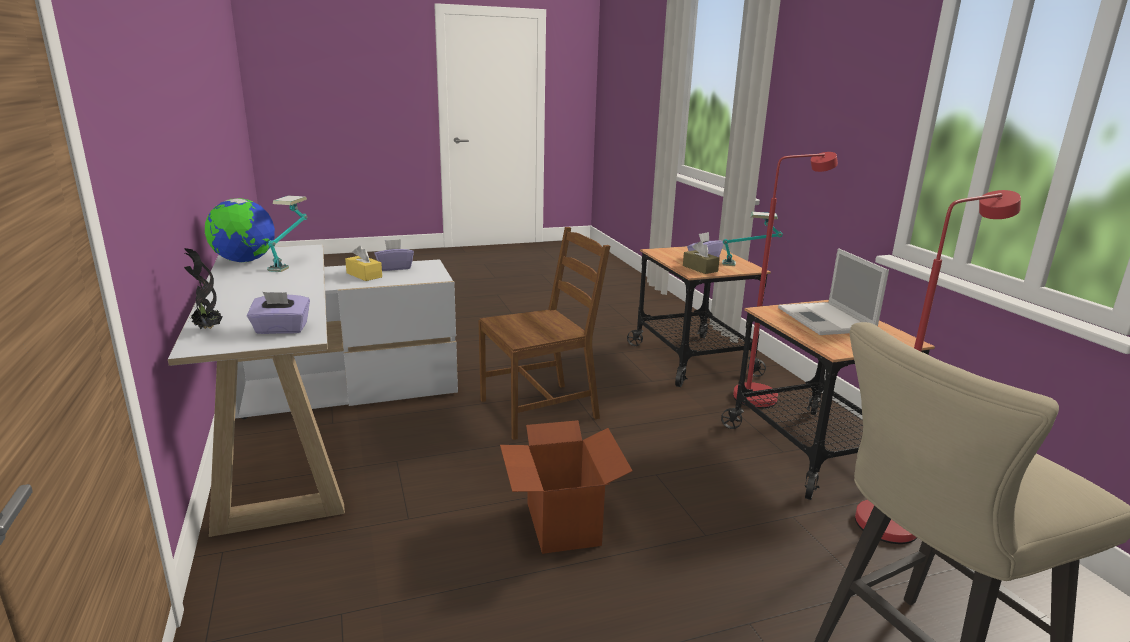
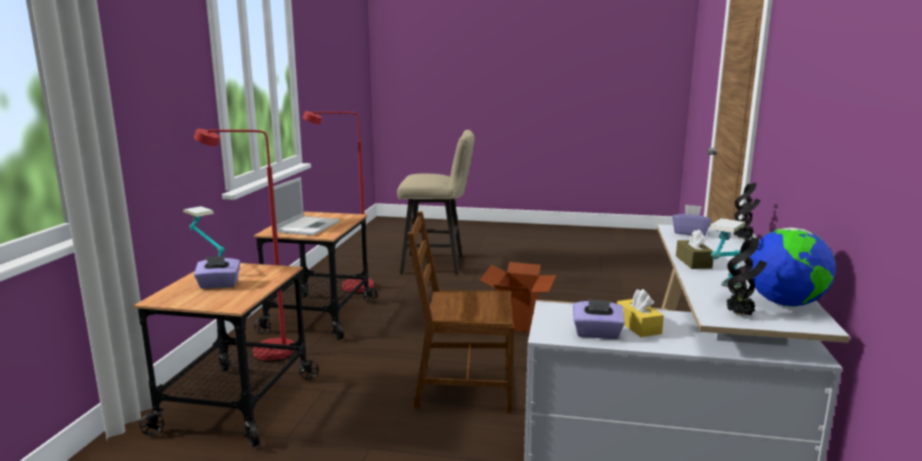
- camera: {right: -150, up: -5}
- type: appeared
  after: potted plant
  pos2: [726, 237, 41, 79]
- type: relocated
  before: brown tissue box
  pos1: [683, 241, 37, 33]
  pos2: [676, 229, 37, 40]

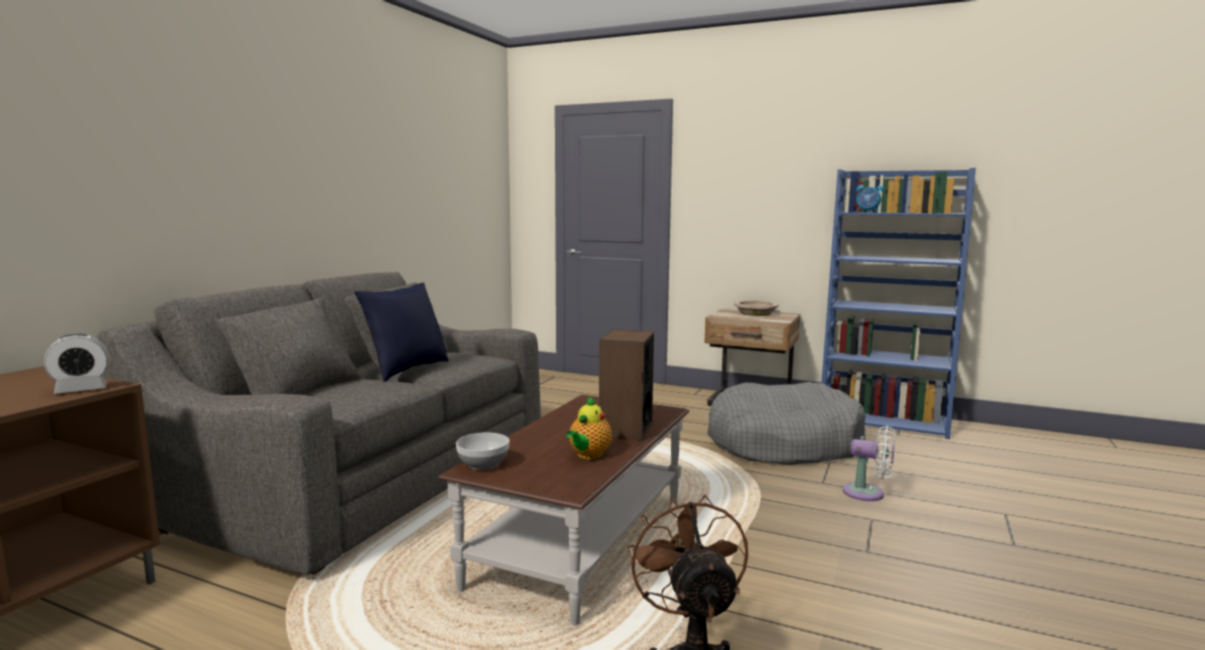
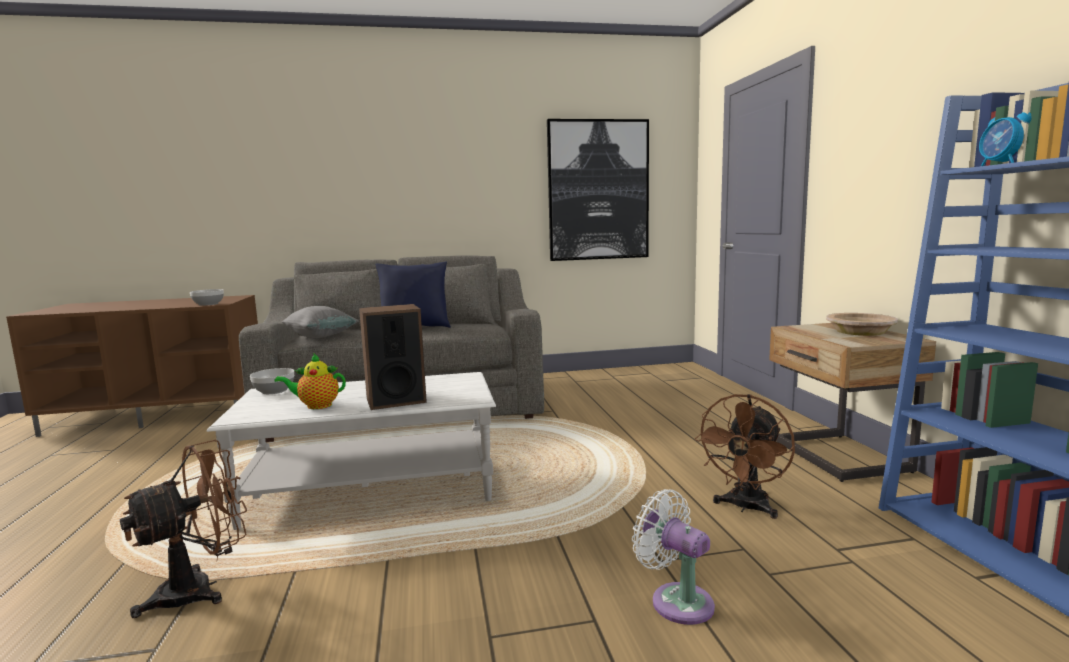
- camera: {right: 55, up: 0}
- type: appeared
  after: grey pillow
  pos2: [282, 306, 77, 32]
- type: appeared
  after: picture
  pos2: [547, 119, 102, 142]
- type: exchanged
  before: alarm clock
  after: bowl
  pos1: [44, 334, 65, 60]
  pos2: [190, 289, 34, 17]
- type: exchanged
  before: grey dog bed
  after: brown fan
  pos1: [707, 382, 159, 83]
  pos2: [694, 394, 101, 125]
- type: colour
  before: brown coffee table
  after: white coffee table
  pos1: [438, 395, 251, 230]
  pos2: [207, 372, 289, 158]
- type: spun
  before: white fan
  pos1: [843, 426, 52, 75]
  pos2: [632, 489, 83, 136]
  turn: 150

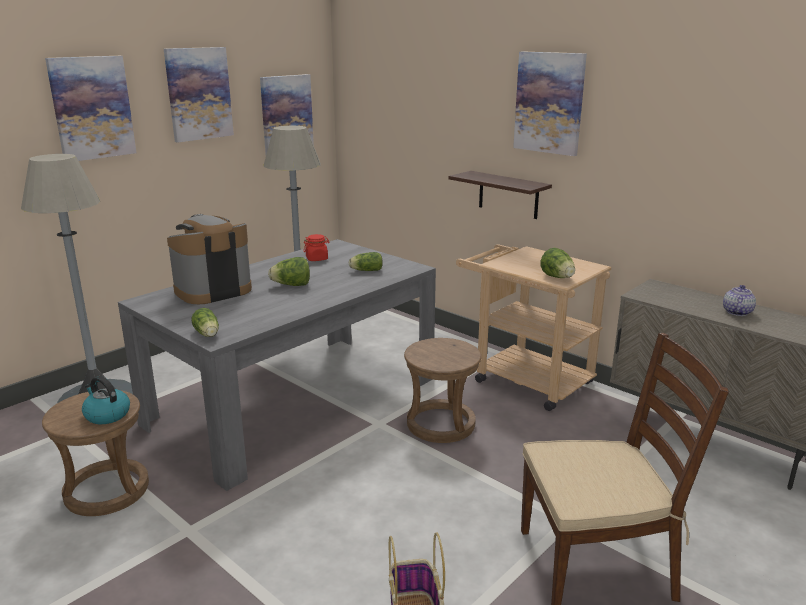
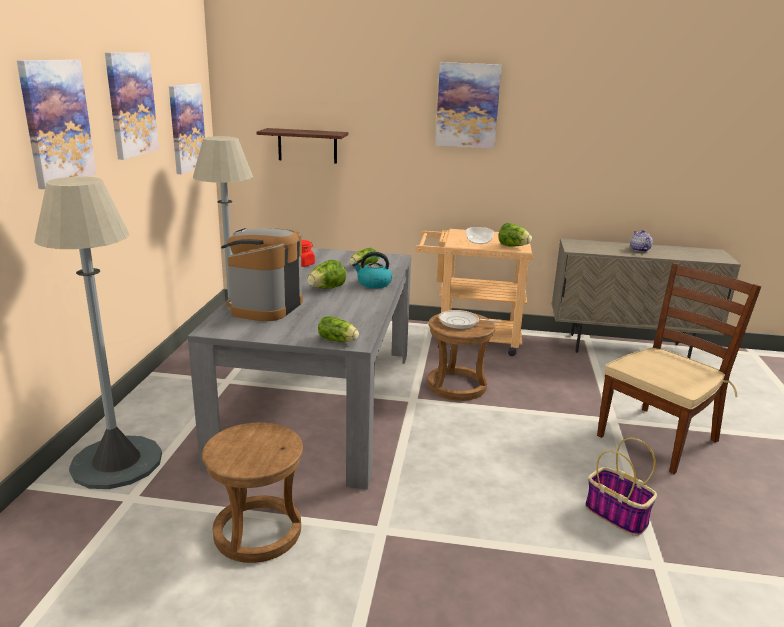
- camera: {right: -35, up: 0}
- type: appeared
  after: frying pan
  pos2: [438, 310, 62, 19]
- type: appeared
  after: bowl
  pos2: [466, 227, 28, 17]
- type: relocated
  before: kettle
  pos1: [82, 376, 48, 48]
  pos2: [352, 252, 40, 36]
- type: relocated
  before: shelf
  pos1: [448, 171, 104, 48]
  pos2: [256, 128, 92, 36]

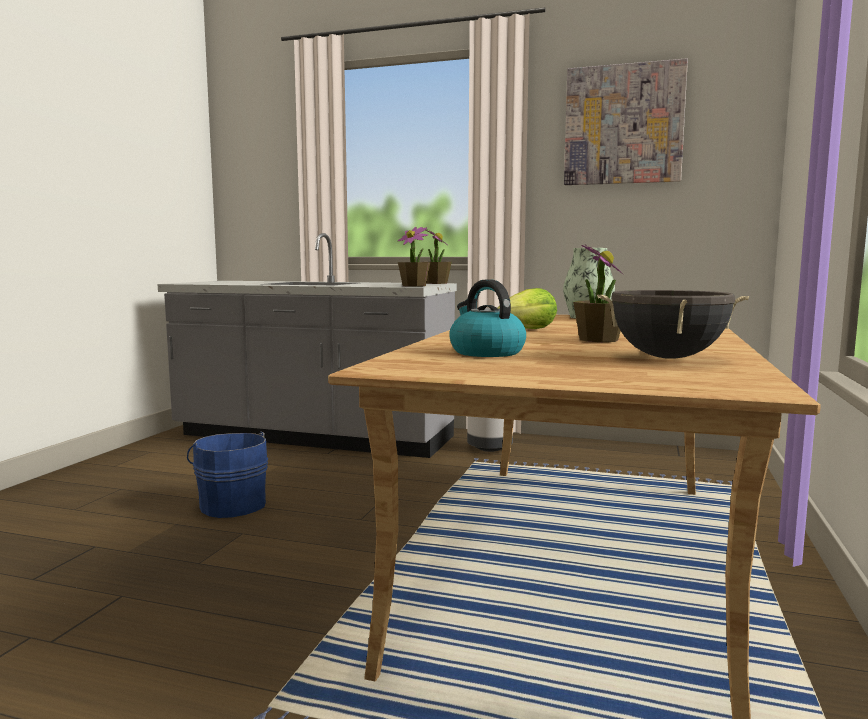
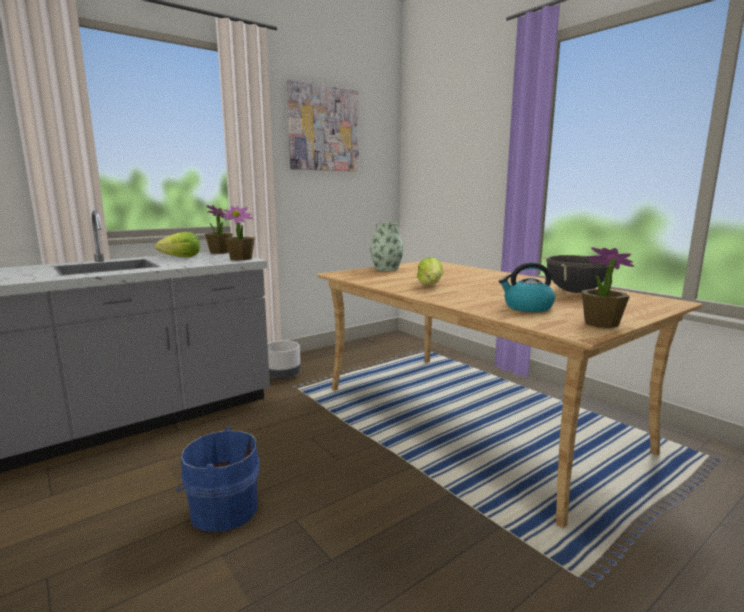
- camera: {right: -55, up: 5}
- type: appeared
  after: lettuce
  pos2: [155, 232, 45, 25]
- type: relocated
  before: potted plant
  pos1: [573, 245, 51, 97]
  pos2: [582, 247, 52, 81]

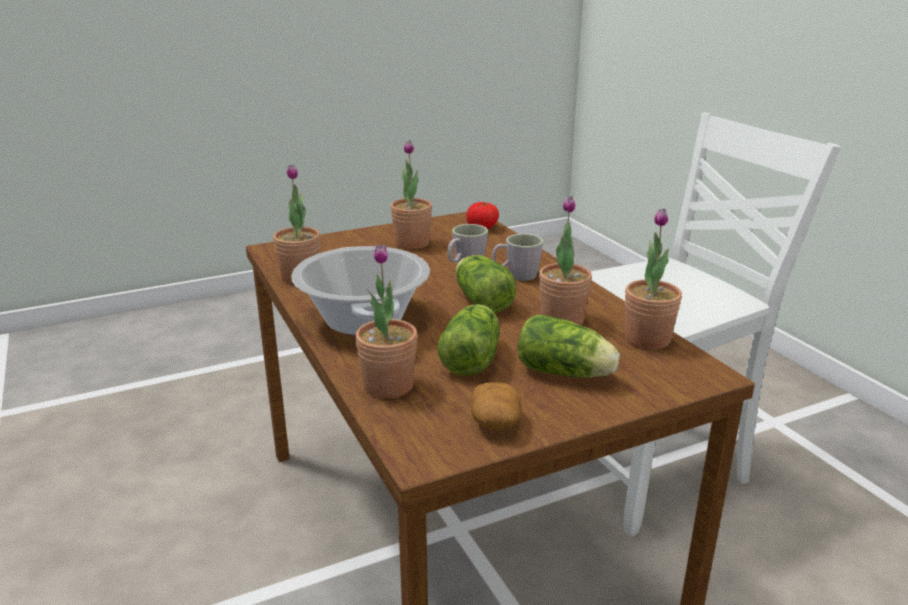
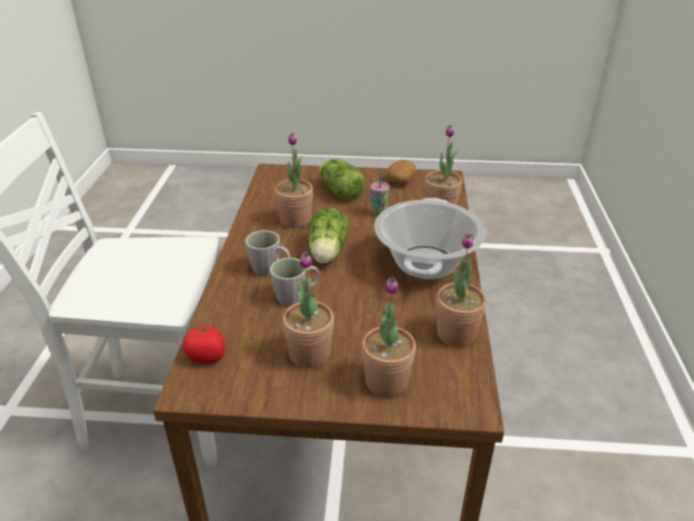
- camera: {right: -150, up: 10}
- type: relocated
  before: potted plant
  pos1: [625, 208, 57, 142]
  pos2: [362, 276, 54, 121]
- type: exchanged
  before: lettuce
  after: cup
  pos1: [437, 304, 63, 72]
  pos2: [371, 172, 19, 44]

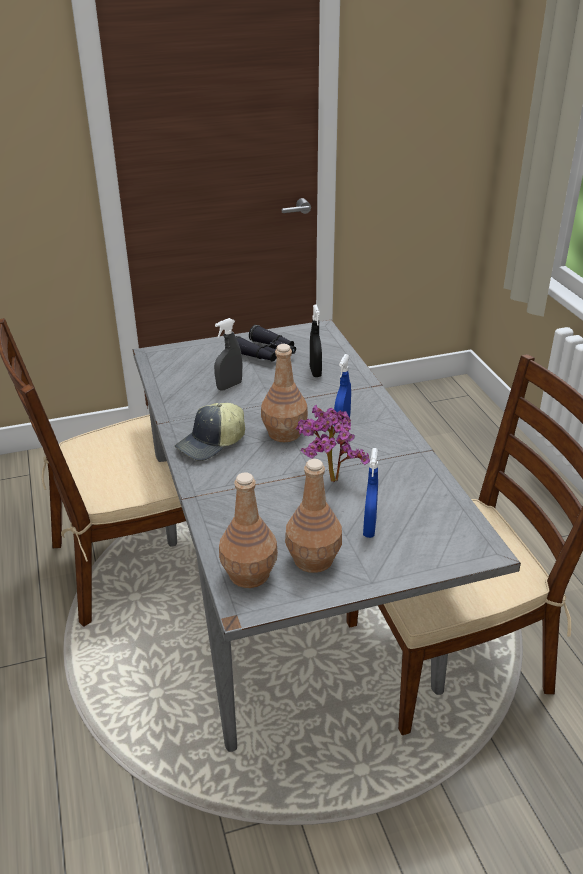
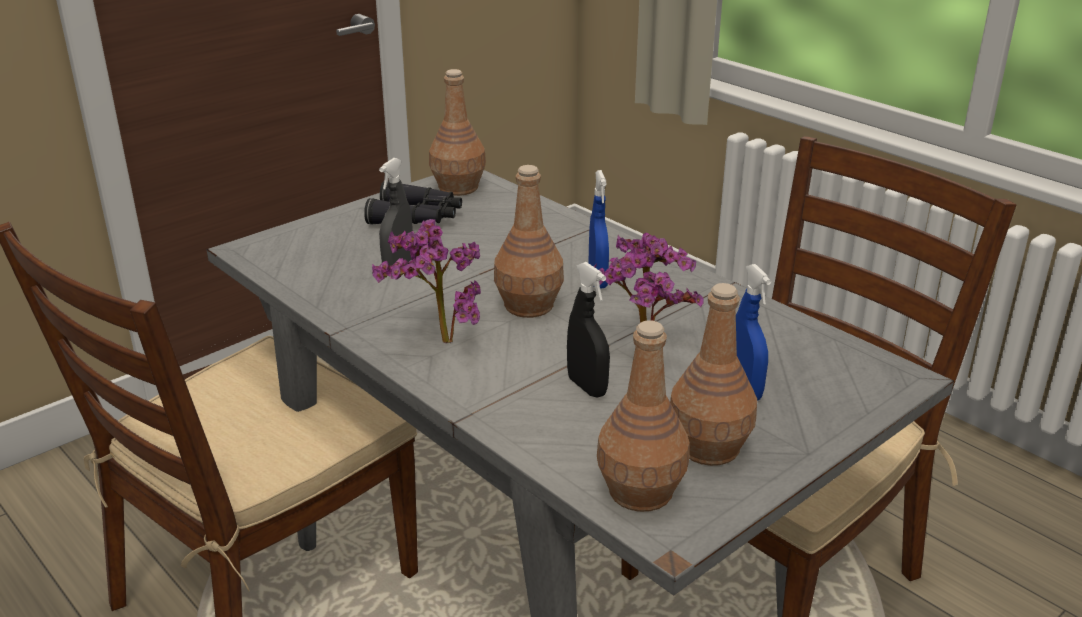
- camera: {right: -25, up: -5}
- type: appeared
  after: brown bottle
  pos2: [429, 69, 57, 127]
- type: relocated
  before: black spray bottle
  pos1: [310, 304, 12, 73]
  pos2: [567, 262, 43, 136]
- type: exchanged
  before: cap
  after: potted plant
  pos1: [175, 403, 70, 58]
  pos2: [372, 219, 109, 125]

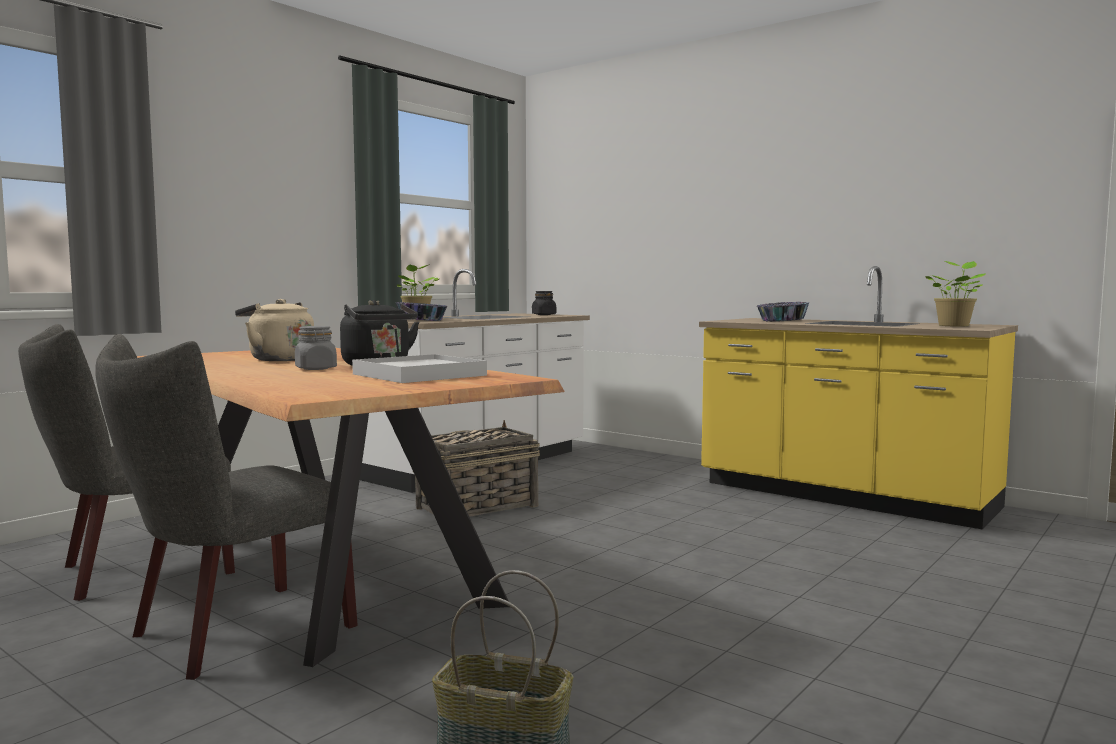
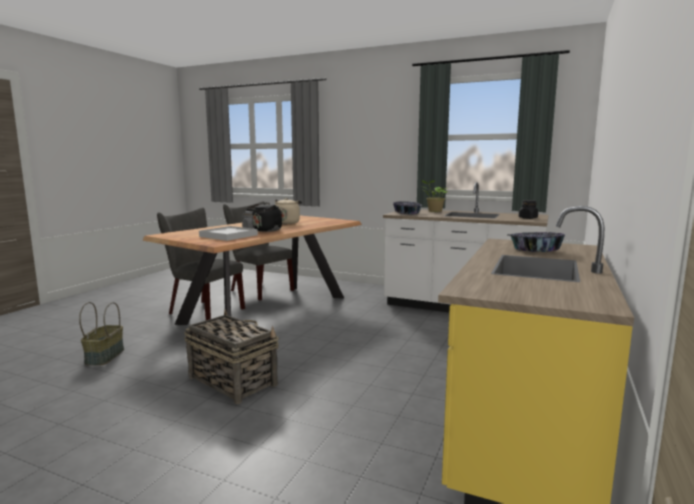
- camera: {right: 75, up: 5}
- type: missing
  before: potted plant
  pos1: [926, 261, 60, 66]
- type: relocated
  before: basket
  pos1: [415, 420, 125, 97]
  pos2: [184, 309, 95, 95]

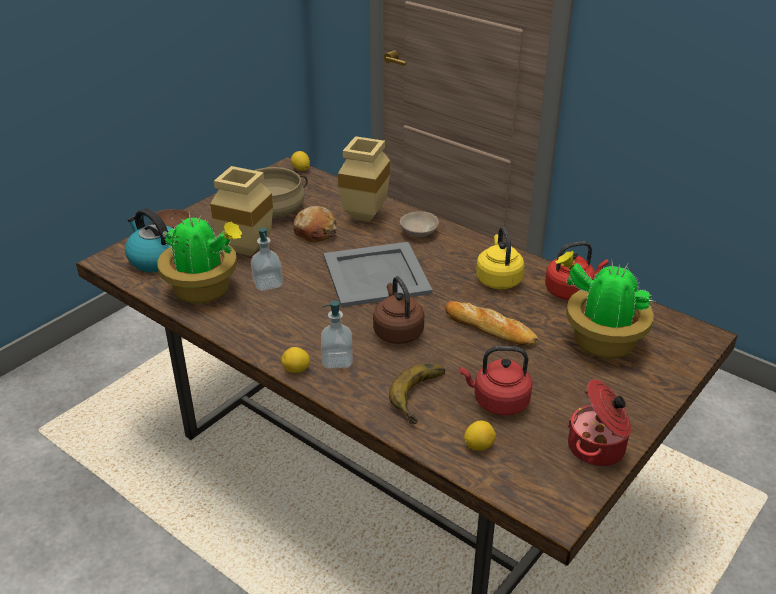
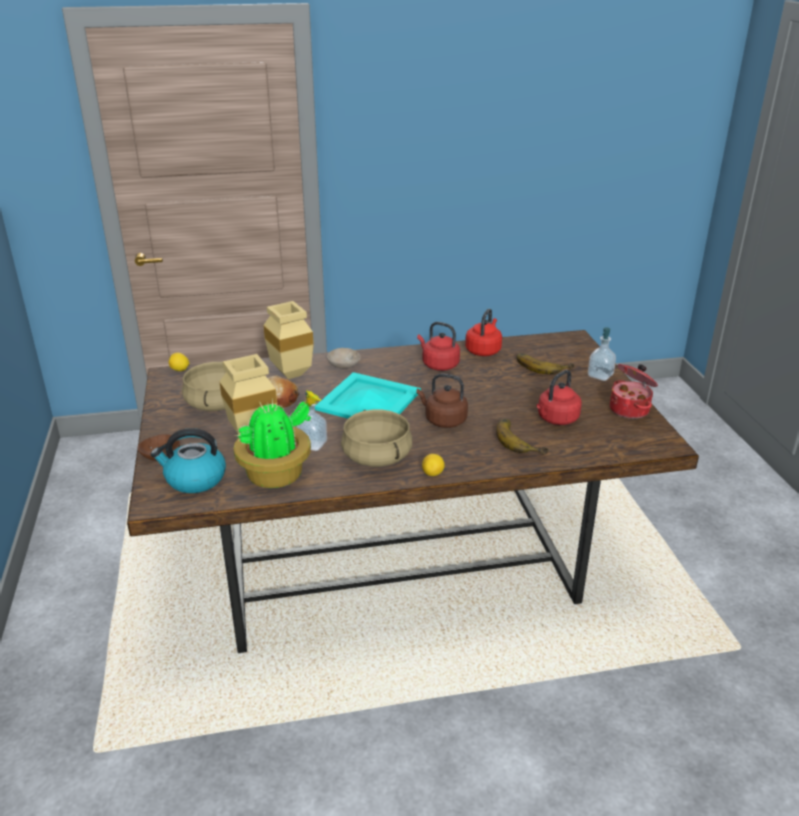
- camera: {right: -50, up: -5}
- type: missing
  before: bread
  pos1: [445, 301, 93, 44]
- type: missing
  before: lemon
  pos1: [464, 420, 32, 31]
- type: appeared
  after: beige cooking pot
  pos2: [341, 410, 71, 57]
- type: relocated
  before: soap dispenser
  pos1: [321, 300, 32, 69]
  pos2: [588, 327, 28, 54]
- type: exchanged
  before: potted plant
  after: banana
  pos1: [555, 251, 99, 107]
  pos2: [516, 353, 58, 21]
- type: colour
  before: grey tray
  after: turquoise tray
  pos1: [324, 242, 109, 65]
  pos2: [315, 372, 106, 47]
- type: colour
  before: yellow kettle
  after: red kettle
  pos1: [476, 227, 48, 62]
  pos2: [417, 322, 43, 49]

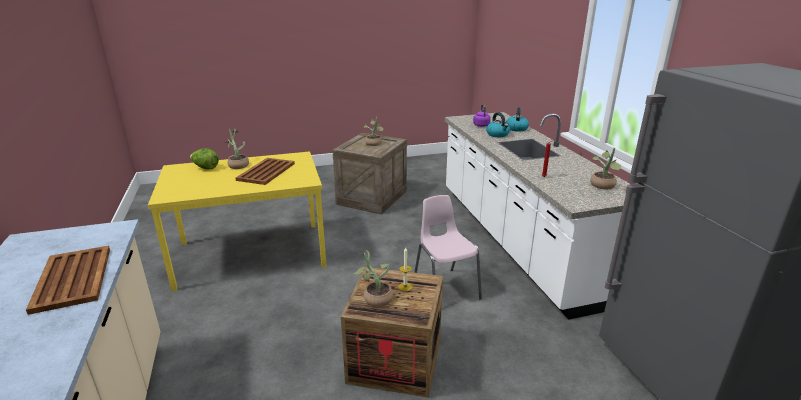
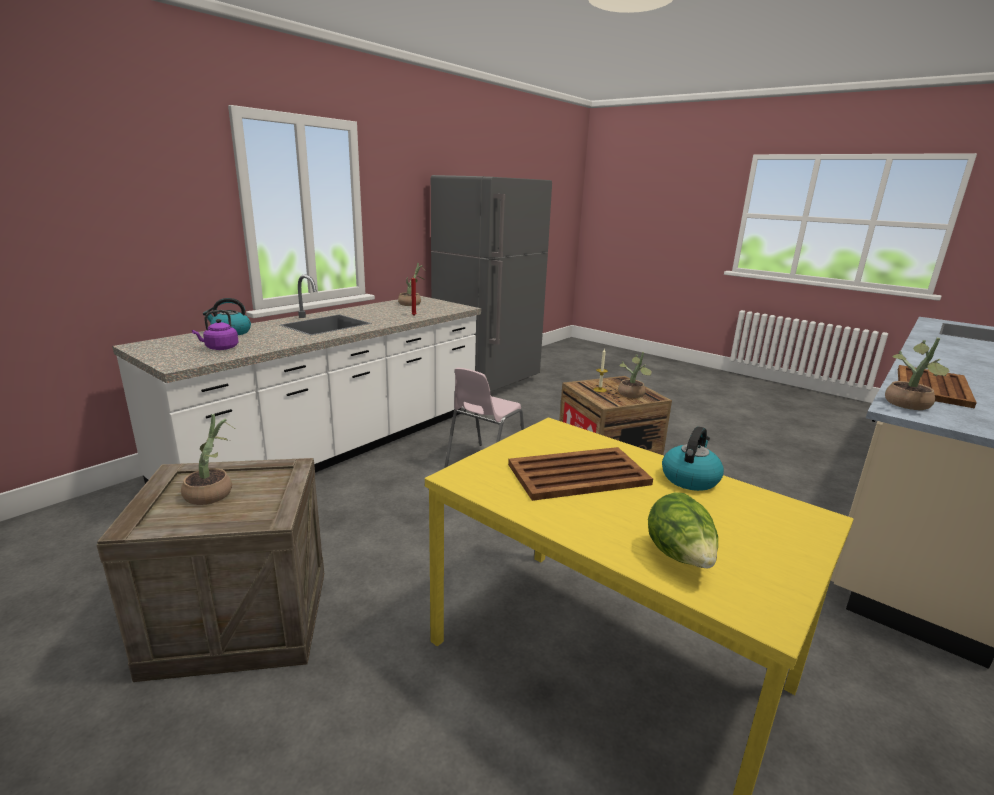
- camera: {right: -125, up: -5}
- type: relocated
  before: potted plant
  pos1: [225, 129, 24, 40]
  pos2: [885, 338, 64, 72]
- type: relocated
  before: kettle
  pos1: [486, 112, 24, 25]
  pos2: [662, 426, 62, 65]

